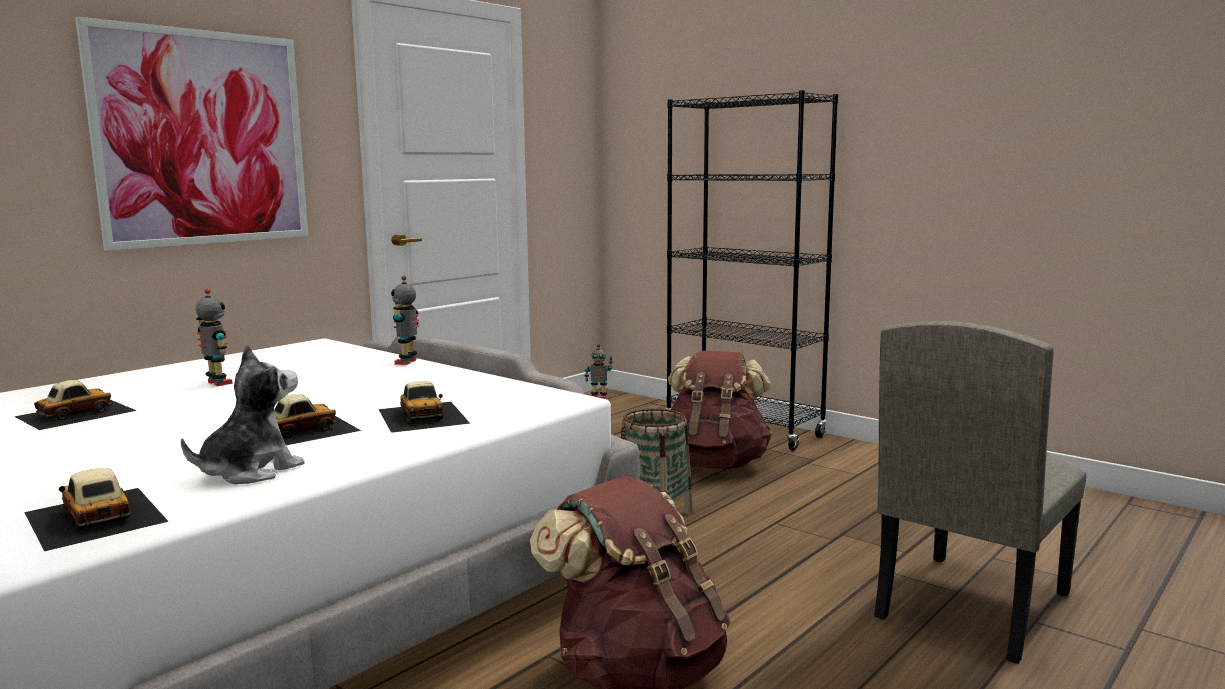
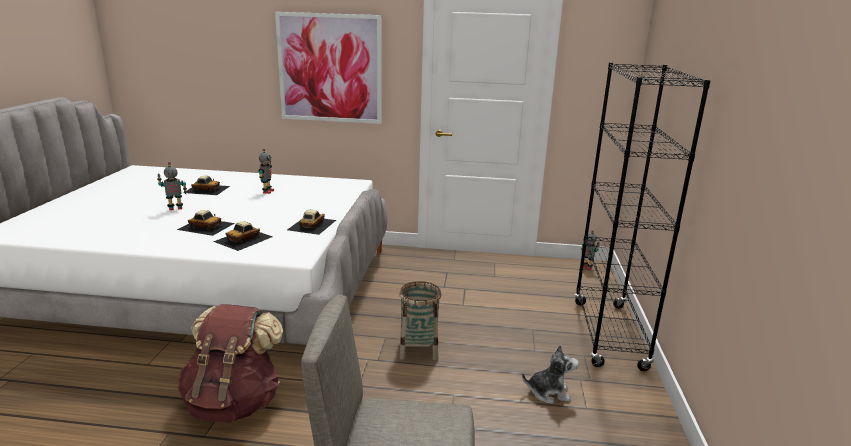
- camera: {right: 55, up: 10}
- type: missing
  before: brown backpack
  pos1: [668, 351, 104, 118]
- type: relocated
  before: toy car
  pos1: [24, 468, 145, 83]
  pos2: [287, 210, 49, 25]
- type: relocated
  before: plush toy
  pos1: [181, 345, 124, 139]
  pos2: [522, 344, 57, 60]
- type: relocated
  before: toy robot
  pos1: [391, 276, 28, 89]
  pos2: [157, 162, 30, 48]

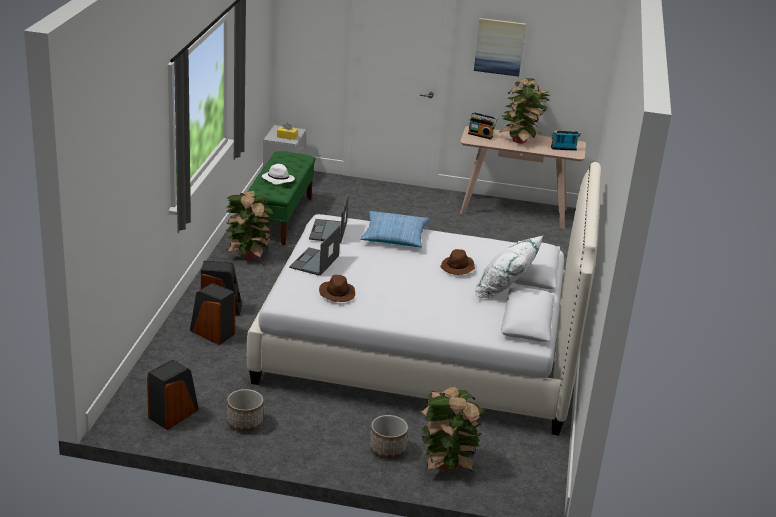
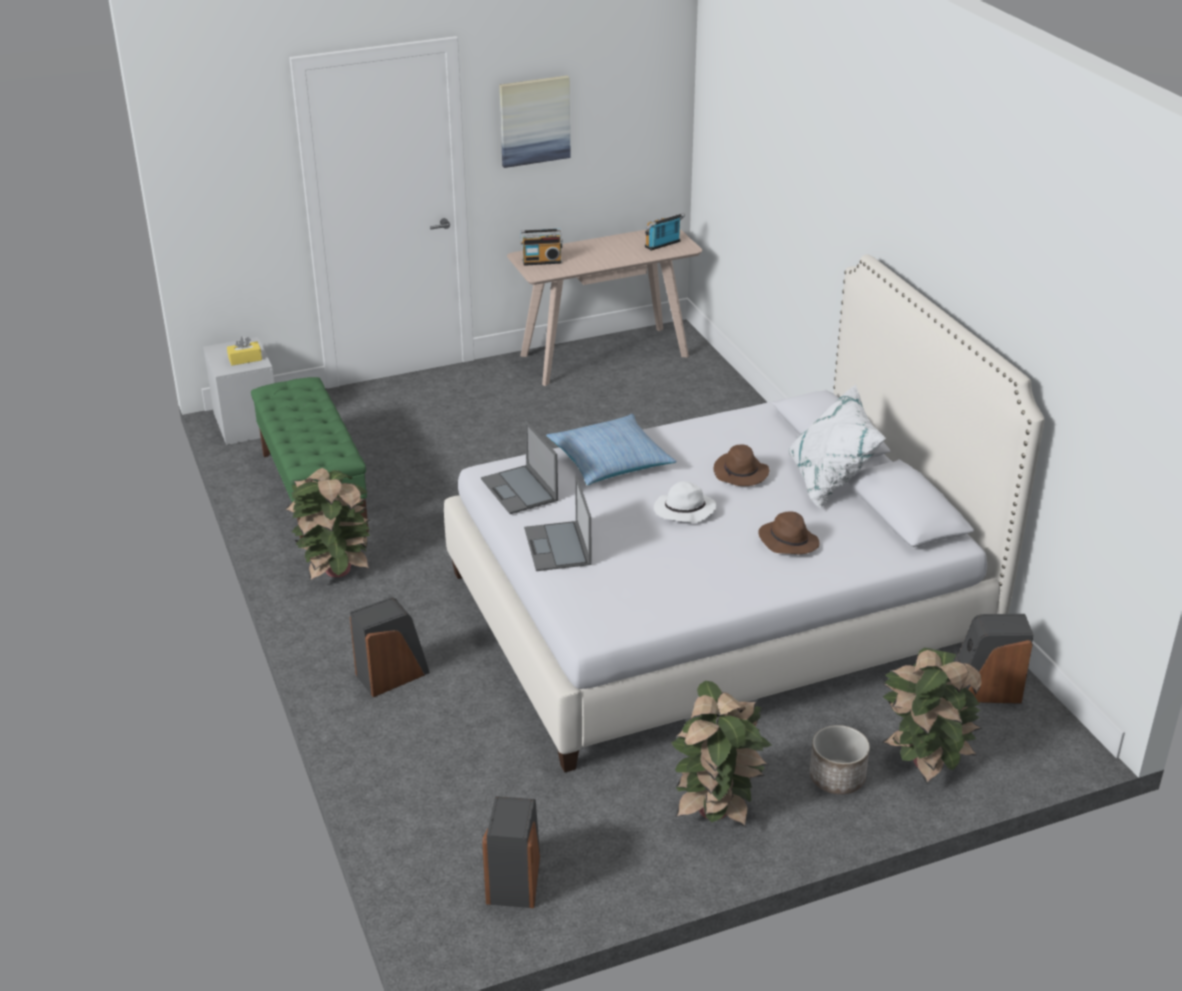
- camera: {right: -30, up: 5}
- type: missing
  before: planter
  pos1: [227, 389, 36, 43]
- type: relocated
  before: speaker
  pos1: [190, 283, 45, 62]
  pos2: [956, 614, 77, 90]
- type: relocated
  before: white hat
  pos1: [262, 164, 33, 21]
  pos2: [654, 481, 62, 42]
- type: relocated
  before: brown hat
  pos1: [319, 275, 36, 27]
  pos2: [758, 511, 62, 43]
- type: relocated
  before: potted plant
  pos1: [500, 78, 50, 65]
  pos2: [671, 681, 101, 146]

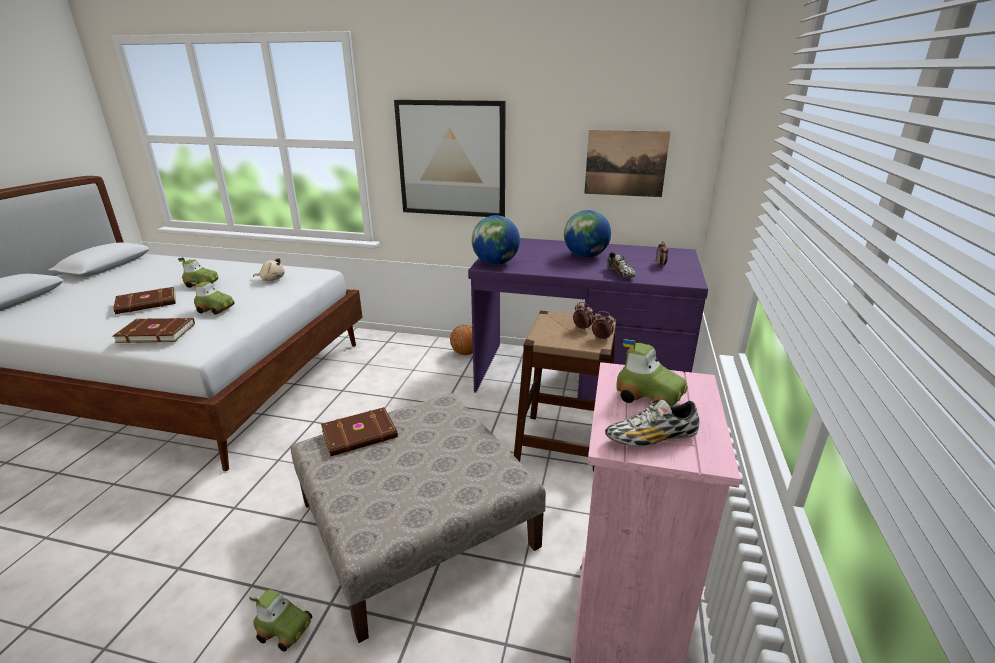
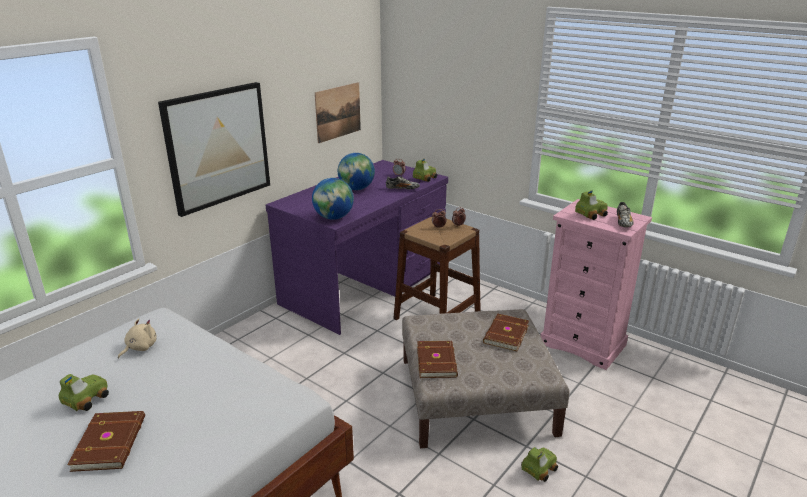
- camera: {right: -65, up: 0}
- type: missing
  before: basketball
  pos1: [450, 324, 23, 31]
- type: relocated
  before: brown book
  pos1: [113, 318, 82, 25]
  pos2: [483, 314, 46, 37]
- type: relocated
  before: toy car
  pos1: [190, 280, 44, 35]
  pos2: [413, 159, 24, 23]

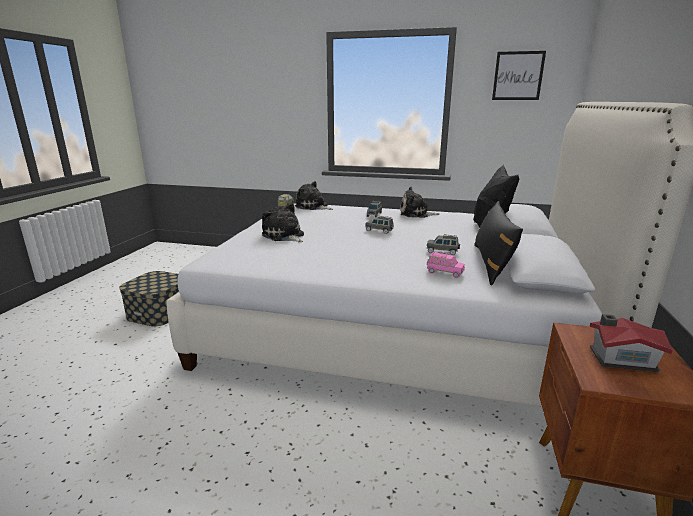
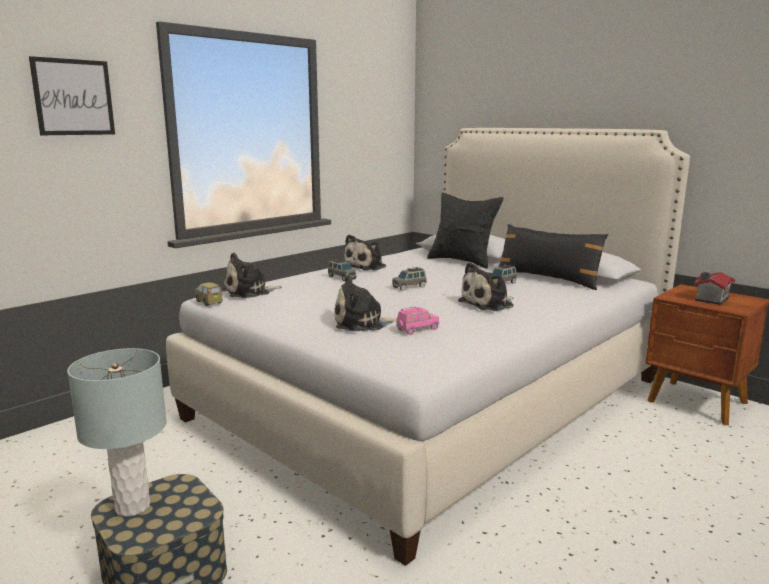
- camera: {right: -60, up: -5}
- type: appeared
  after: grey table lamp
  pos2: [67, 348, 100, 169]
- type: appeared
  after: plush toy
  pos2: [458, 262, 56, 49]
- type: relocated
  before: pink toy car
  pos1: [427, 251, 38, 27]
  pos2: [396, 307, 43, 28]
- type: relocated
  before: picture
  pos1: [492, 51, 54, 49]
  pos2: [29, 56, 86, 79]

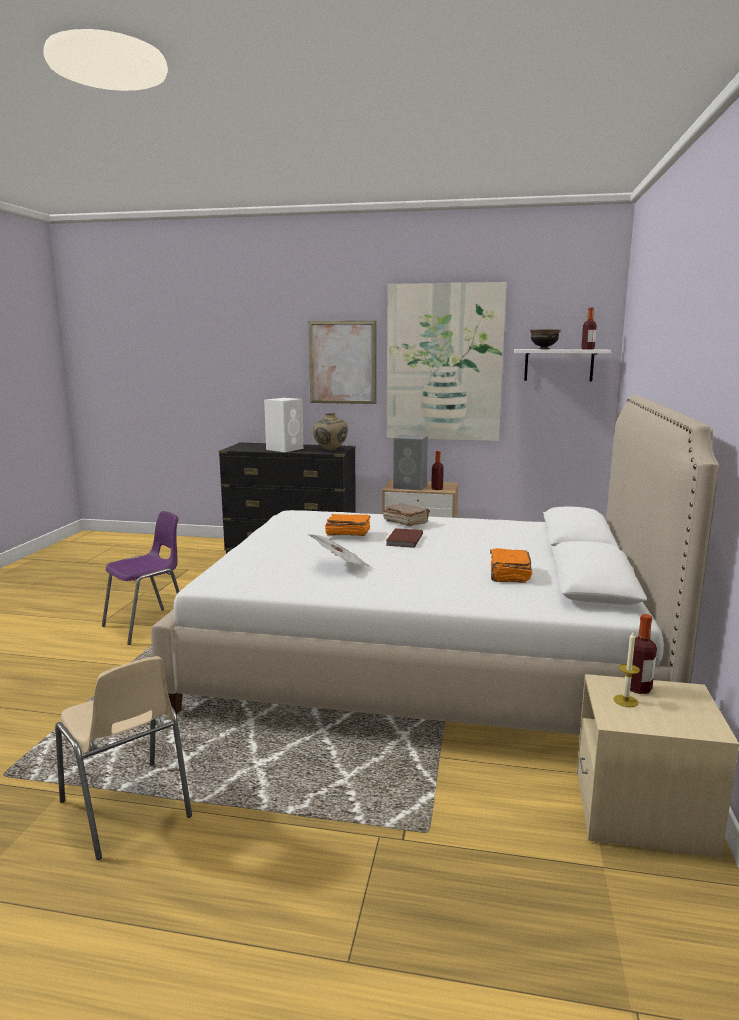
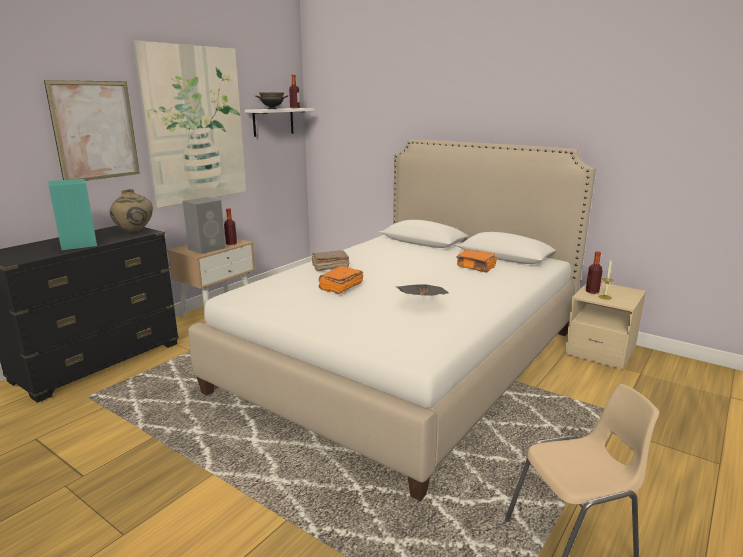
- camera: {right: -65, up: 5}
- type: missing
  before: purple chair
  pos1: [102, 511, 78, 134]
- type: missing
  before: brown book
  pos1: [386, 528, 37, 20]
- type: colour
  before: white speaker
  after: turquoise speaker
  pos1: [264, 398, 39, 54]
  pos2: [48, 179, 49, 71]

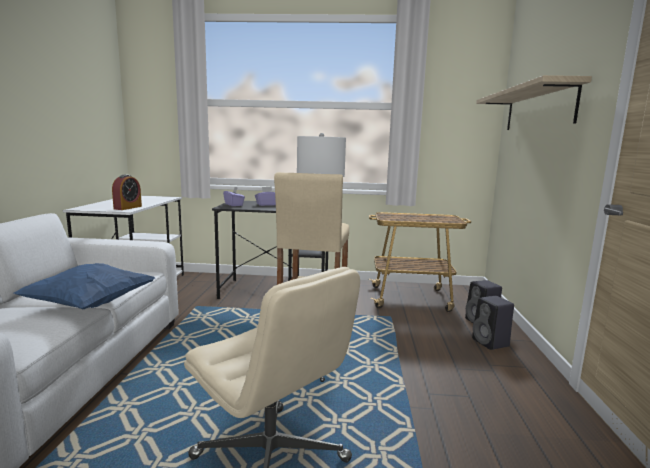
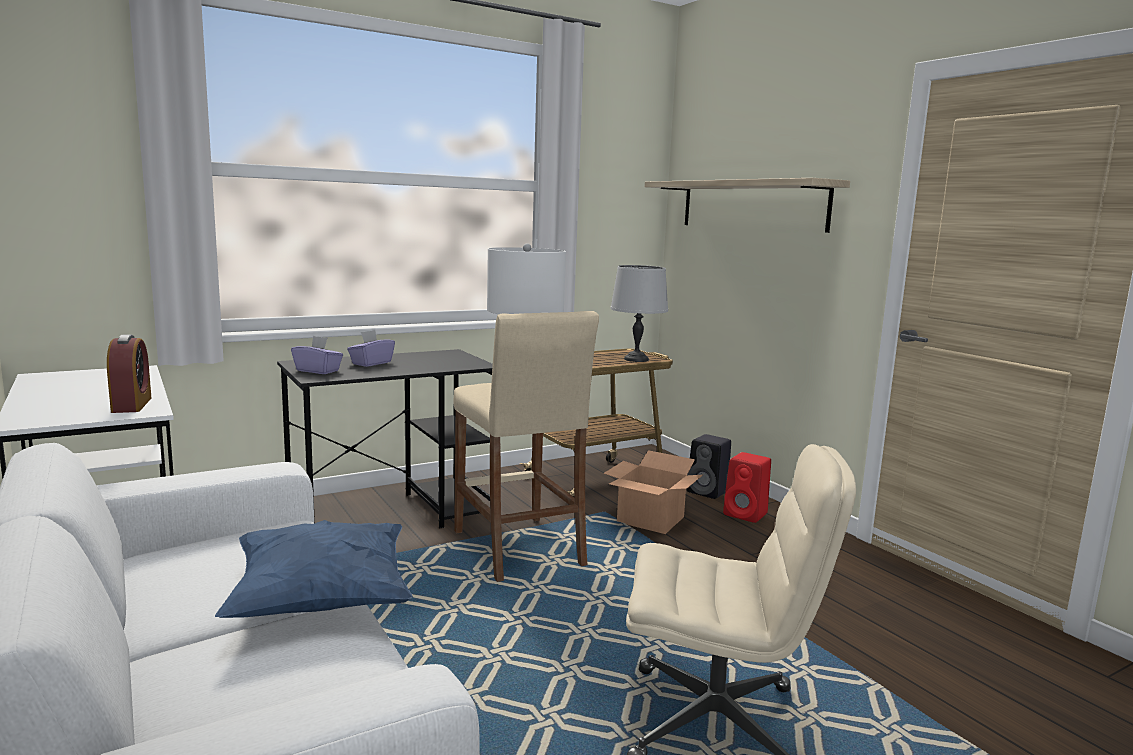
- camera: {right: -35, up: 0}
- type: appeared
  after: cardboard box
  pos2: [604, 450, 99, 84]
- type: appeared
  after: grey table lamp
  pos2: [610, 265, 58, 97]
- type: colour
  before: black speaker
  after: red speaker
  pos1: [472, 296, 42, 54]
  pos2: [723, 452, 48, 71]

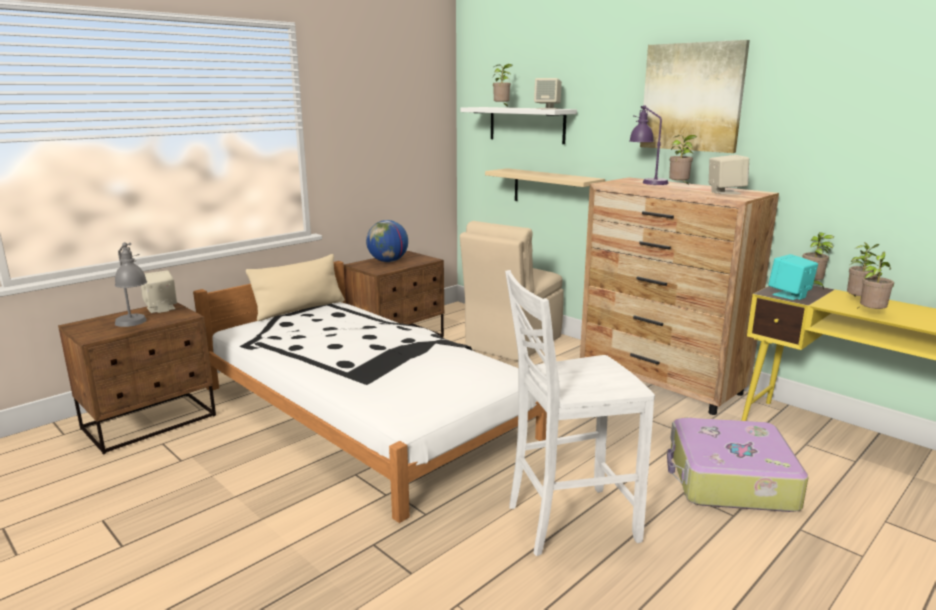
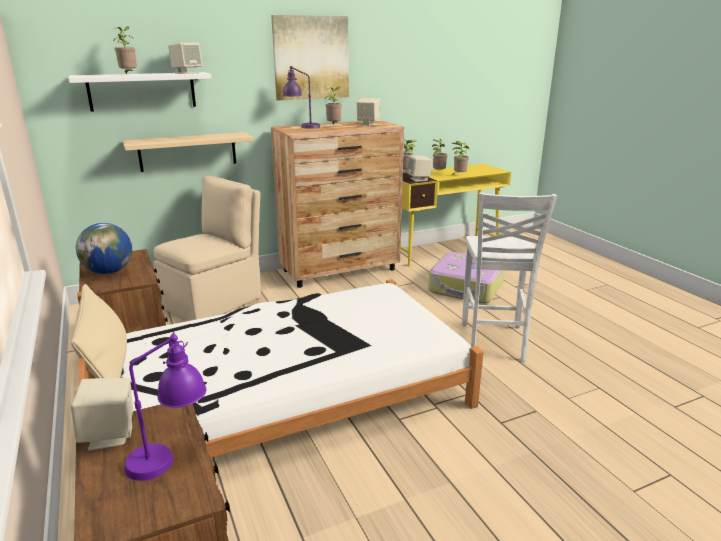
- camera: {right: -70, up: 5}
- type: colour
  before: grey table lamp
  after: purple table lamp
  pos1: [115, 242, 32, 85]
  pos2: [124, 332, 82, 149]
- type: colour
  before: turquoise speaker
  after: beige speaker
  pos1: [768, 254, 50, 46]
  pos2: [407, 155, 25, 27]
- type: spun
  before: beige chair
  pos1: [460, 221, 104, 140]
  pos2: [153, 175, 108, 146]
  turn: -105

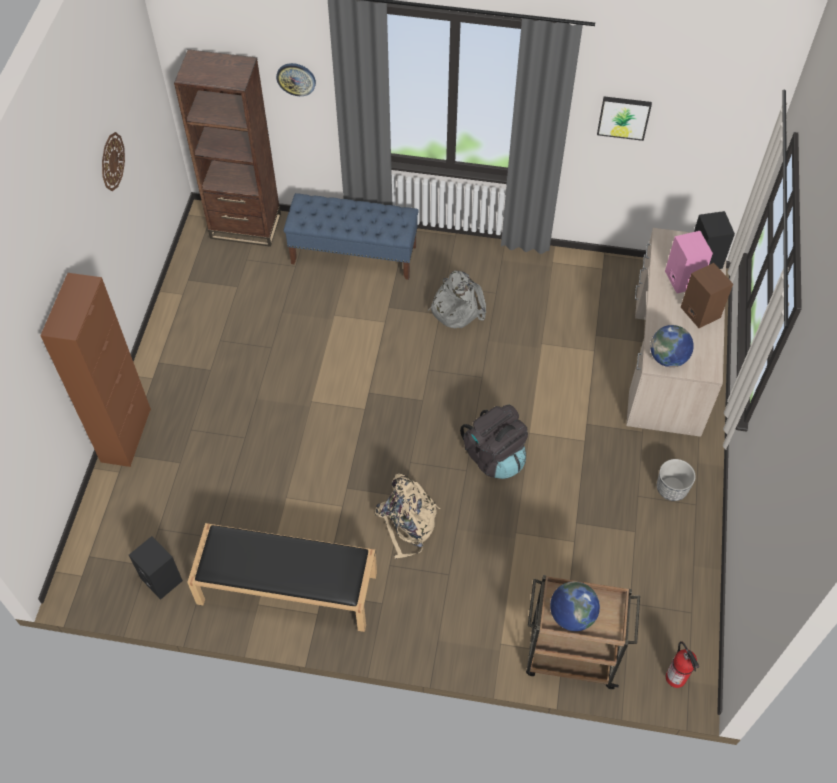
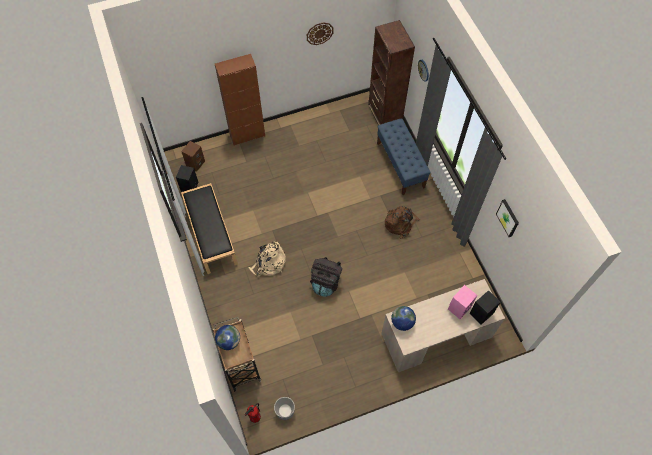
- camera: {right: 60, up: 5}
- type: relocated
  before: planter
  pos1: [657, 459, 39, 42]
  pos2: [274, 397, 21, 23]
- type: relocated
  before: brown speaker
  pos1: [681, 263, 52, 65]
  pos2: [181, 141, 24, 31]
- type: colour
  before: grey backpack
  after: brown backpack
  pos1: [428, 270, 58, 58]
  pos2: [385, 206, 35, 33]

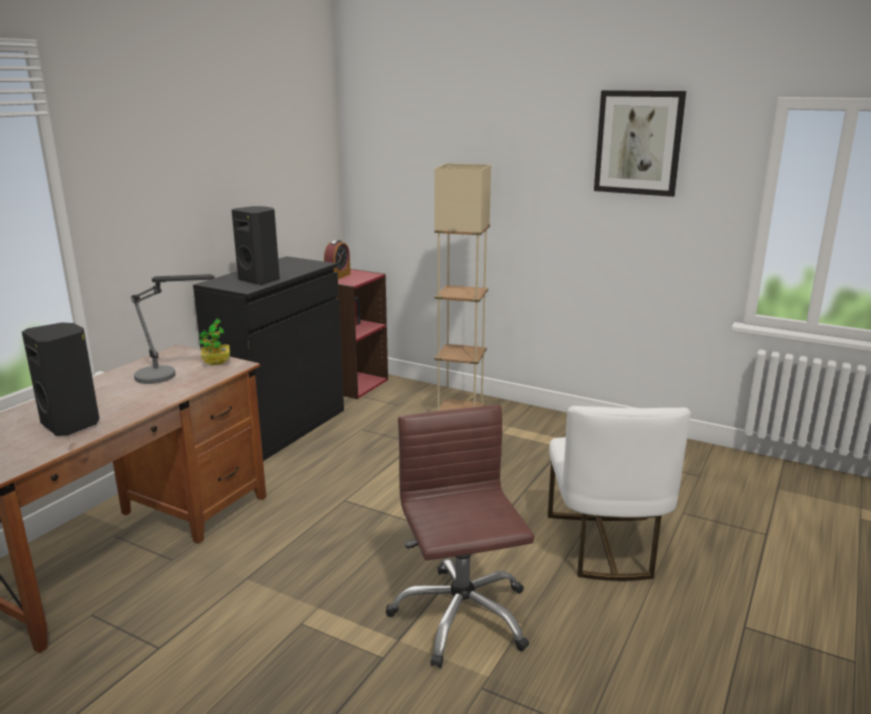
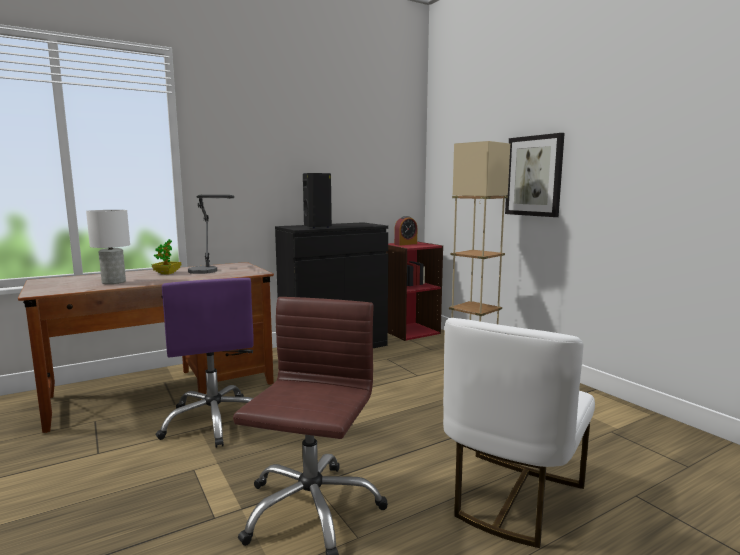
- camera: {right: 30, up: -10}
- type: appeared
  after: purple office chair
  pos2: [156, 278, 98, 170]
- type: relocated
  before: potted plant
  pos1: [199, 319, 31, 46]
  pos2: [152, 239, 29, 36]
- type: relocated
  before: picture
  pos1: [594, 90, 92, 107]
  pos2: [505, 133, 60, 84]
- type: exchanged
  before: black speaker
  after: white table lamp
  pos1: [22, 323, 78, 113]
  pos2: [86, 210, 44, 74]

